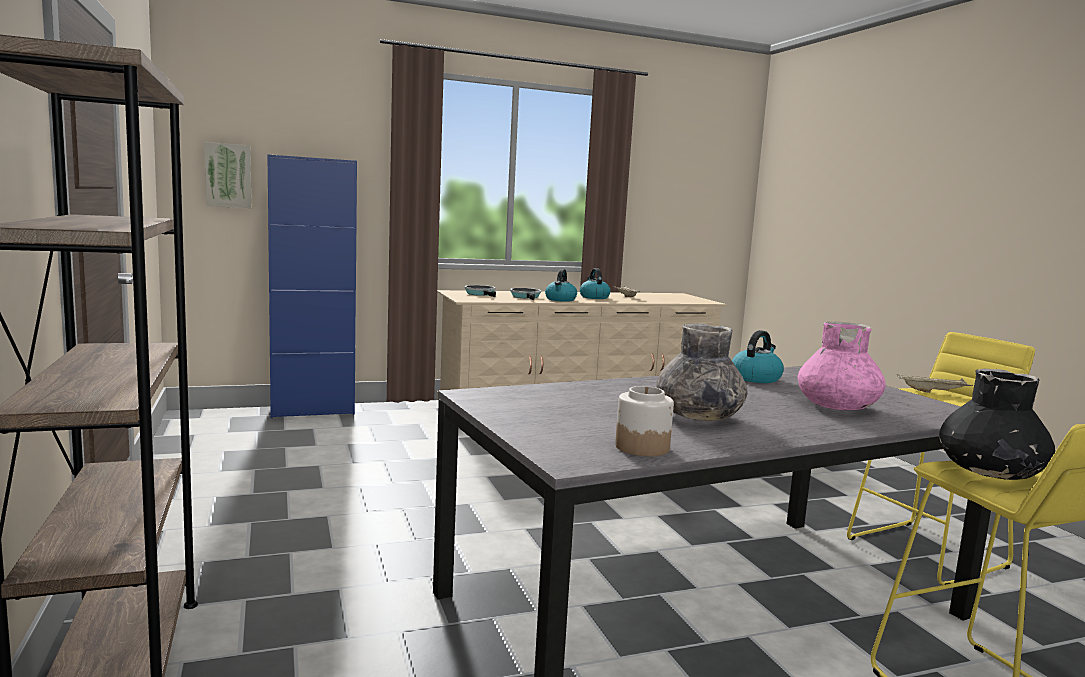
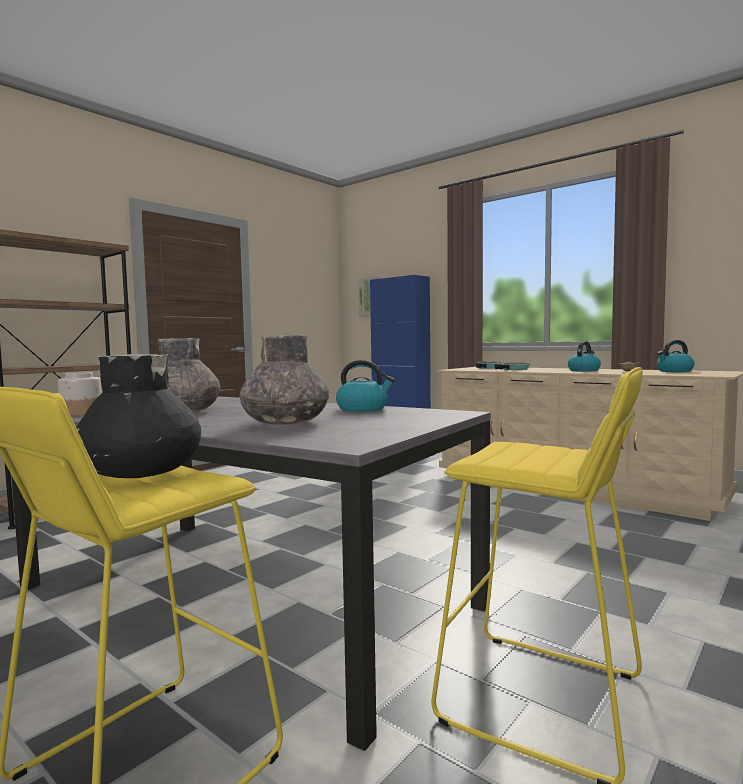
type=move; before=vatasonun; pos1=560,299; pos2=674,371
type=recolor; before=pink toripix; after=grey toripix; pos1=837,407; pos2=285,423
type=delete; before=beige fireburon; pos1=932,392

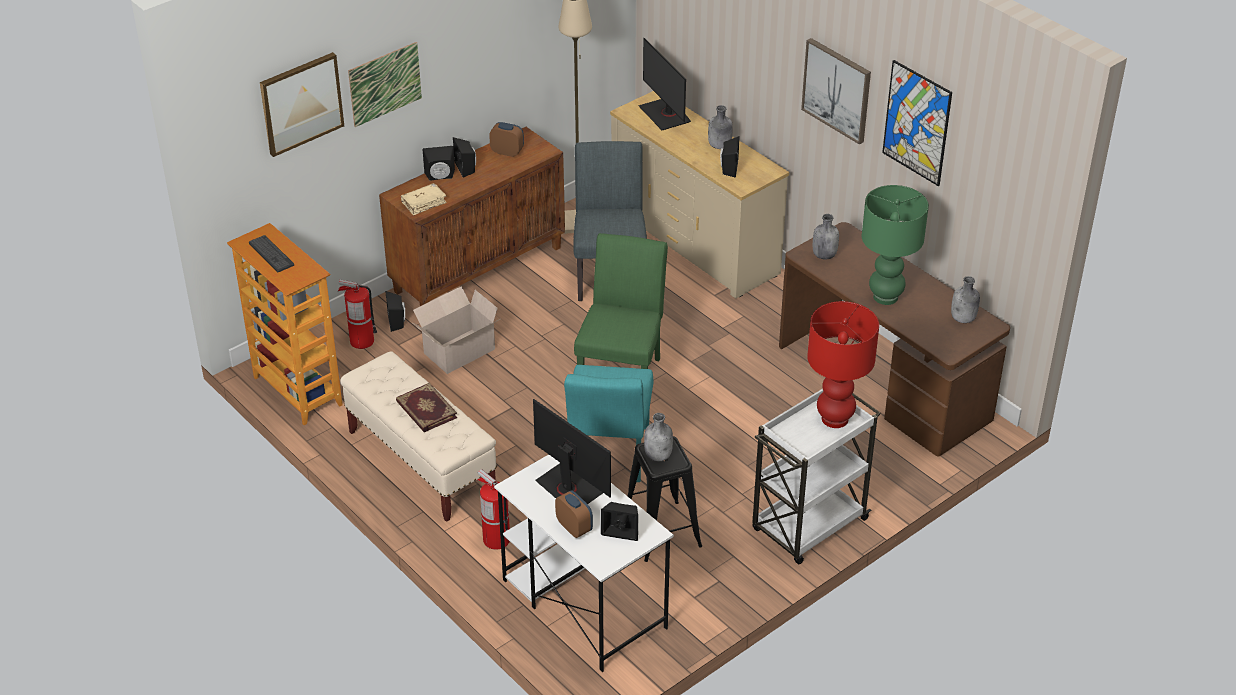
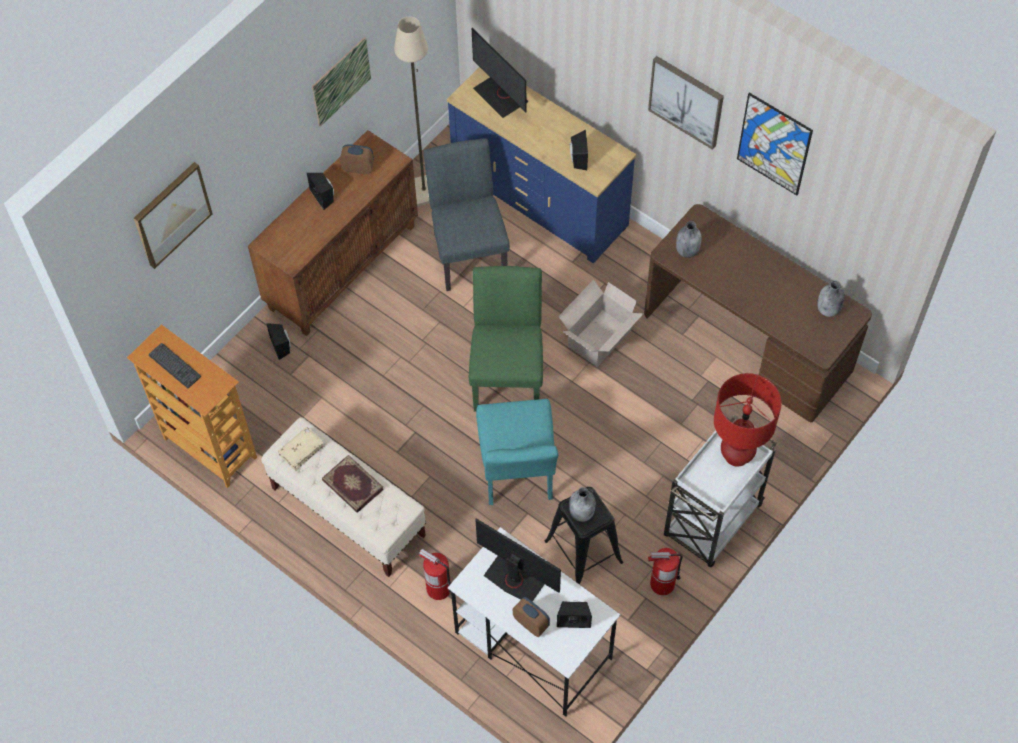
type=move; before=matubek; pos1=361,341; pos2=662,584
type=move; before=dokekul; pos1=385,84; pos2=341,81
type=move; before=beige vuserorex; pos1=423,203; pos2=301,451
type=move; before=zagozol; pos1=457,352; pos2=598,339
type=delete; before=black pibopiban; pos1=440,177
type=recolor; before=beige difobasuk; after=blue difobasuk; pos1=695,242; pos2=540,198
type=delete; before=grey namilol; pos1=719,146
type=delete; before=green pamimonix; pos1=885,297

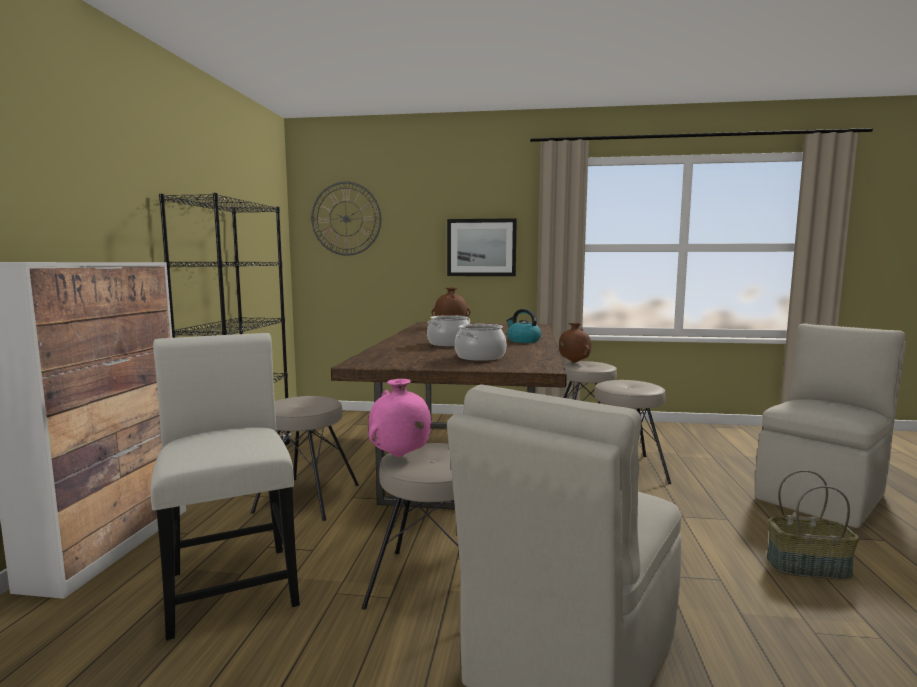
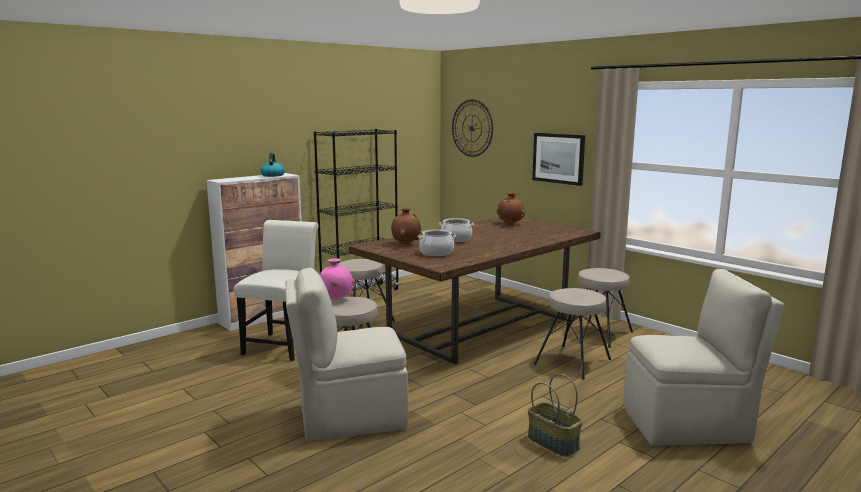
type=move; before=vatasonun; pos1=523,341; pos2=272,175
type=move; before=brown toripix; pos1=574,362; pos2=406,244

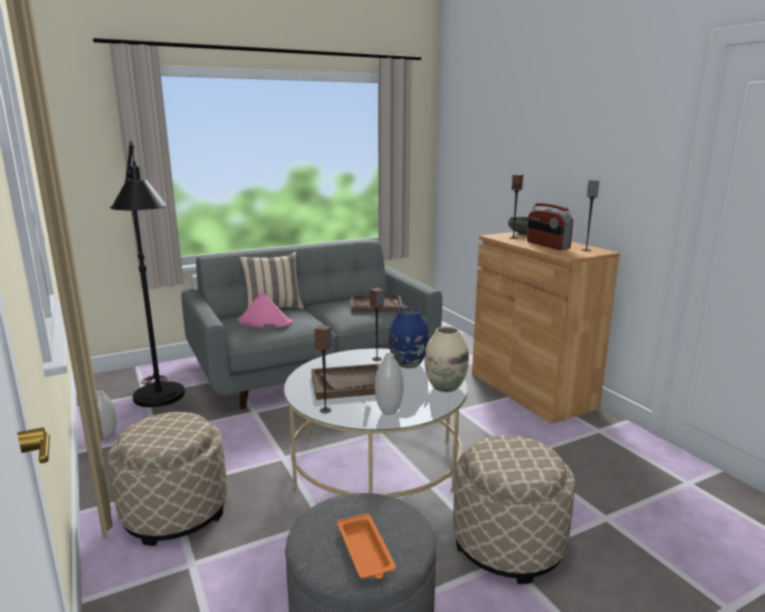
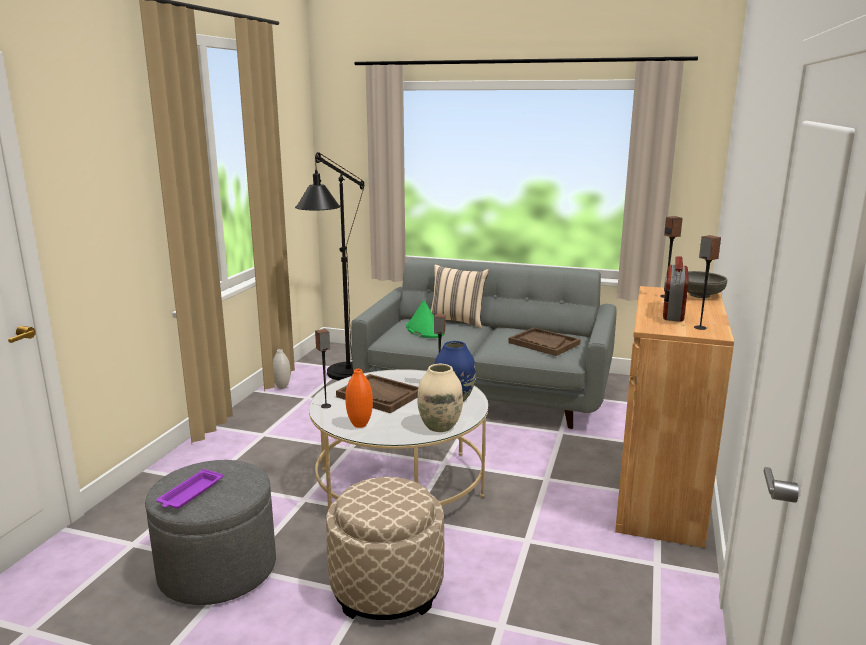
type=delete; before=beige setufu; pos1=175,512
type=recolor; before=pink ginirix; after=green ginirix; pos1=264,322; pos2=424,330
type=recolor; before=orange fireburon; after=purple fireburon; pos1=365,551; pos2=190,493
type=recolor; before=white toripix; after=orange toripix; pos1=389,412; pos2=360,425

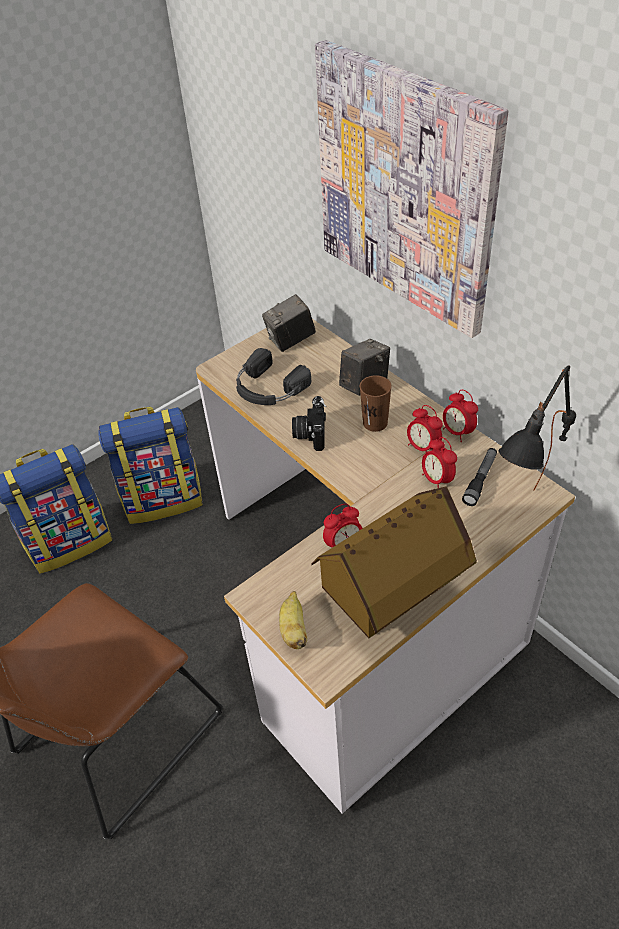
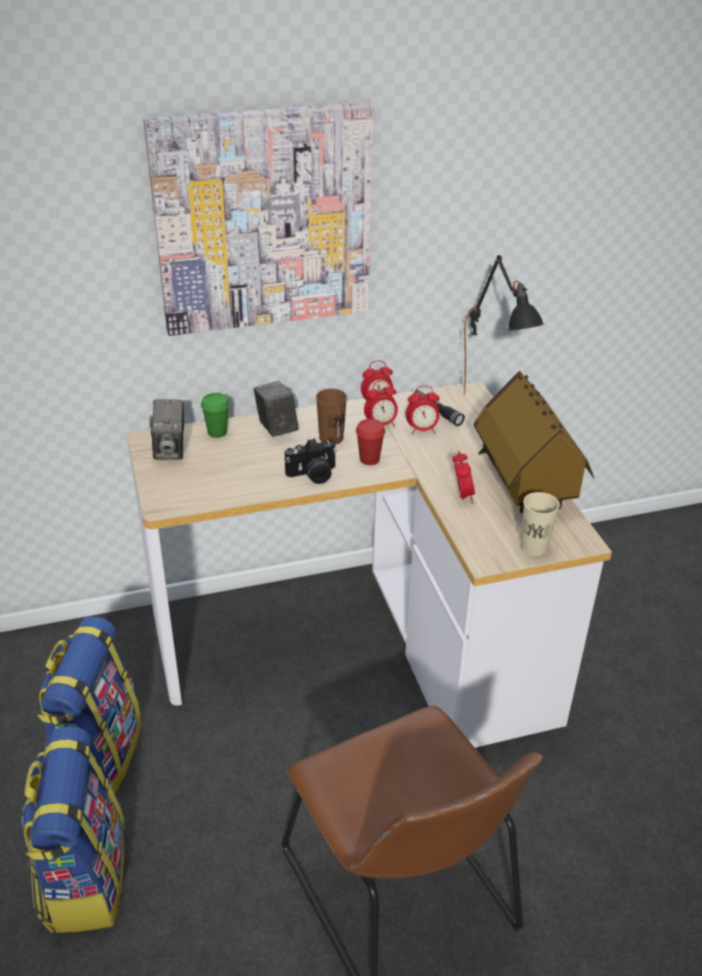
type=delete; before=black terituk; pos1=268,388
type=replace; before=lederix; after=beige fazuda; pos1=294,629; pos2=534,547
type=rotate; before=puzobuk; pos1=310,433; pos2=313,475; turn=-45
type=insert; after=green fazuda; pos2=217,432
type=insert; after=red fazuda; pos2=369,459

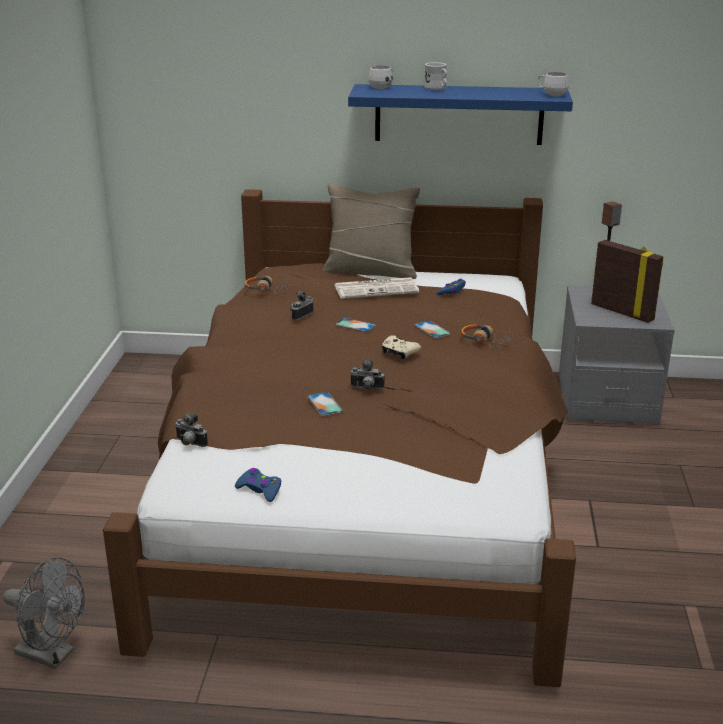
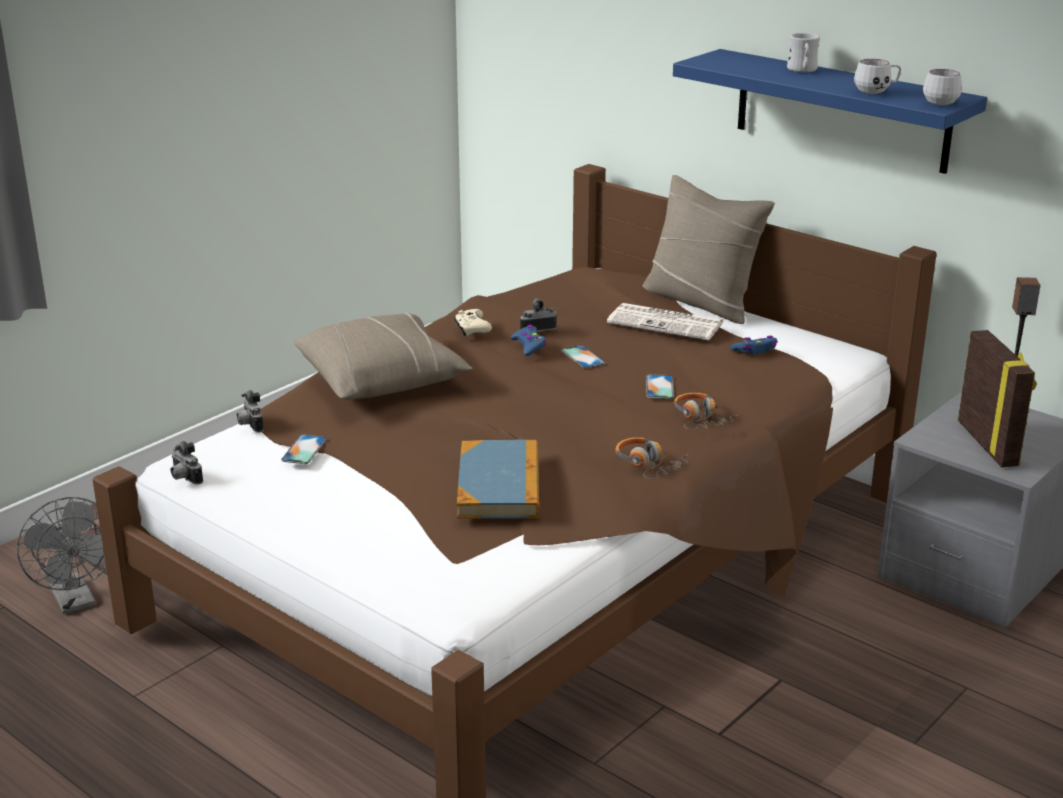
type=move; before=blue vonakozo; pos1=260,490; pos2=529,346
type=move; before=terituk; pos1=267,290; pos2=648,465
type=move; before=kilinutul; pos1=324,404; pos2=304,450
type=move; before=puzobuk; pos1=366,388; pos2=184,478
type=move; before=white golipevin; pos1=383,87; pos2=877,91
type=move; before=beige vonakozo; pos1=399,353; pos2=472,329
type=insert; after=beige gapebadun; pos2=382,380
type=insert; after=vuserorex; pos2=499,485

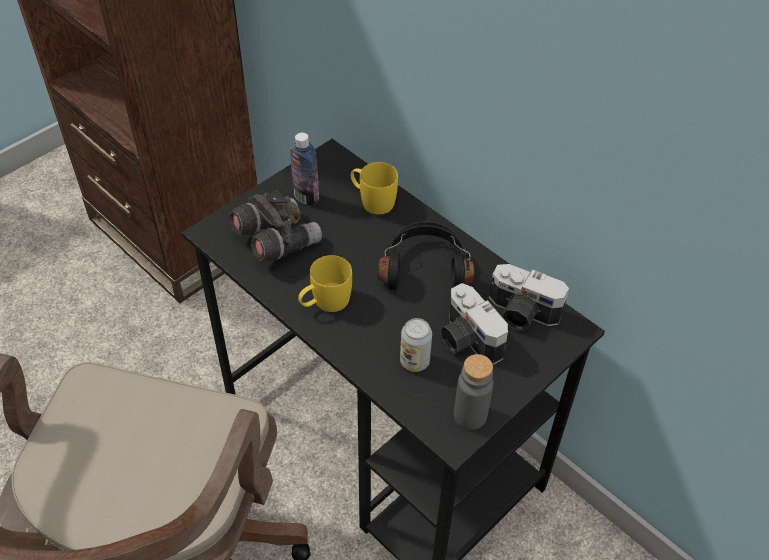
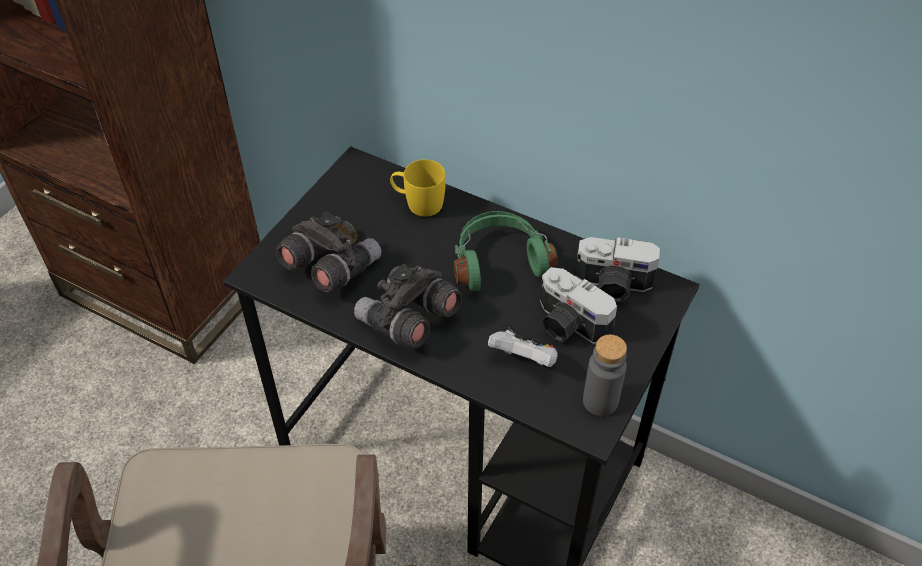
type=delete; before=namilol; pos1=306,197
type=replace; before=yellow golipevin; after=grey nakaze; pos1=325,302; pos2=408,321
type=recolor; before=black terituk; after=green terituk; pos1=425,267; pos2=498,260
type=replace; before=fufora; after=white vonakozo; pos1=414,361; pos2=524,360

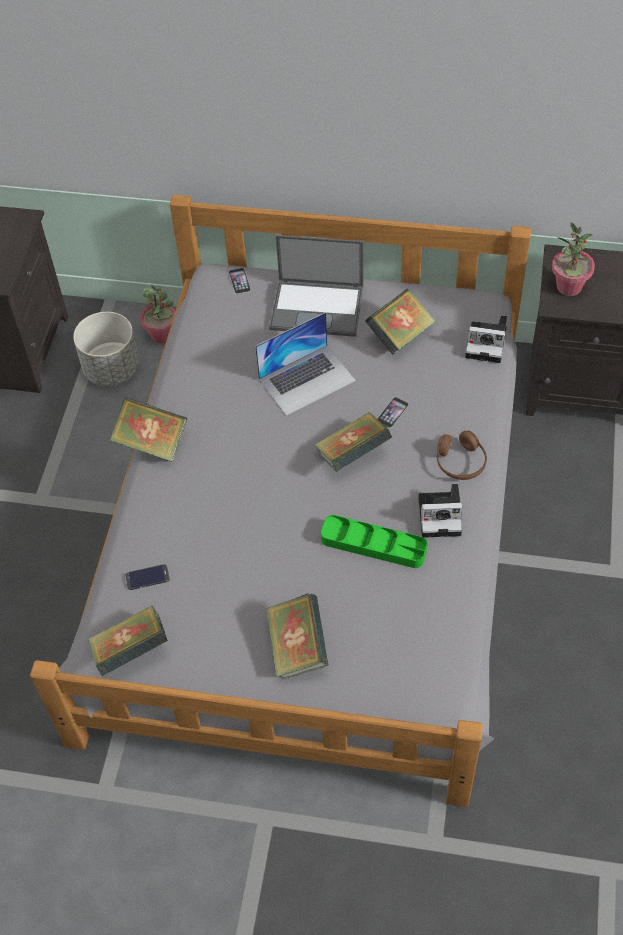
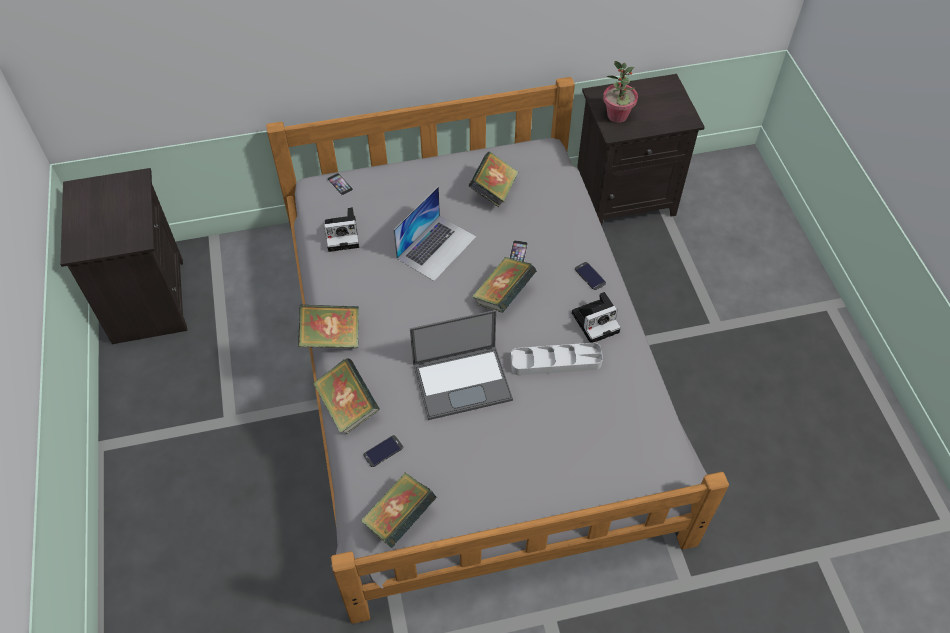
type=delete; before=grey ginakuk; pos1=112,369
type=delete; before=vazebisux; pos1=162,335
type=move; before=vuserorex; pos1=297,648; pos2=348,406
type=move; before=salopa; pos1=318,307; pos2=463,381
type=recolor; before=green fireburon; after=grey fireburon; pos1=373,545; pos2=556,362
type=replace; before=brown terituk; after=kilinutul; pos1=460,462; pos2=590,276
type=move; before=puzobuk; pos1=488,343; pos2=343,234

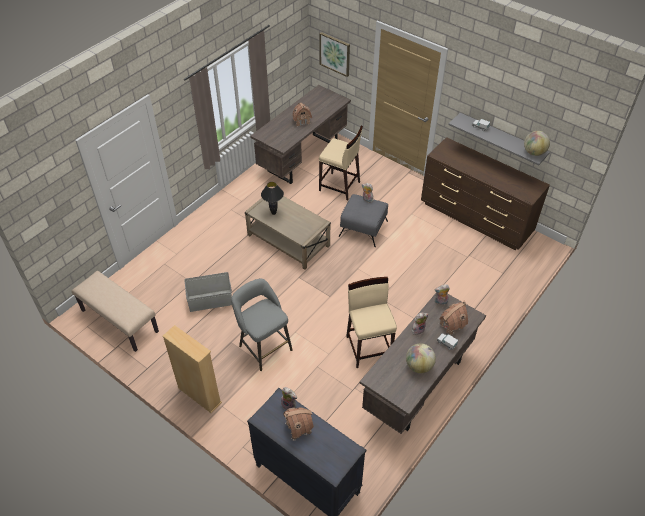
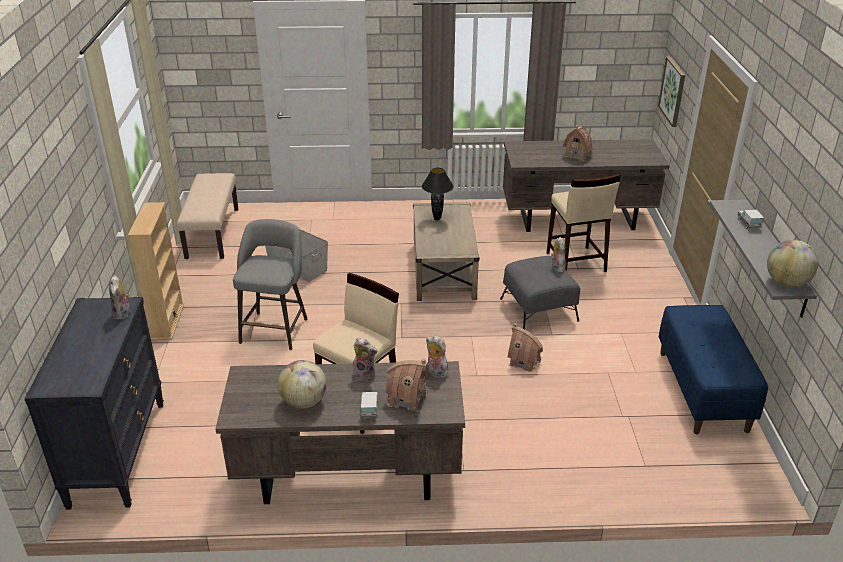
type=move; before=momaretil; pos1=298,427; pos2=524,362
type=replace; before=brown difobasuk; after=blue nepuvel; pos1=476,218; pos2=703,391

